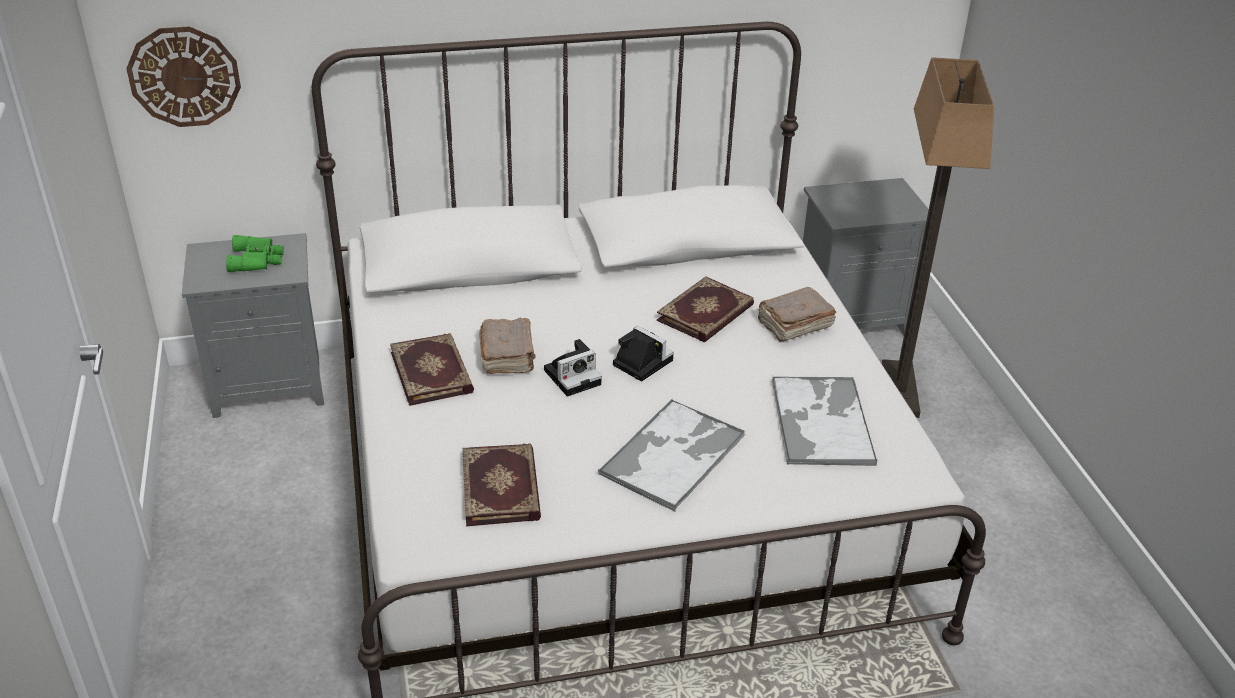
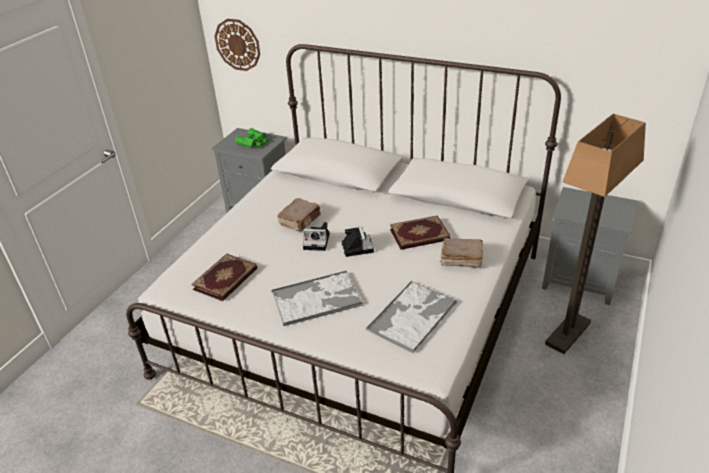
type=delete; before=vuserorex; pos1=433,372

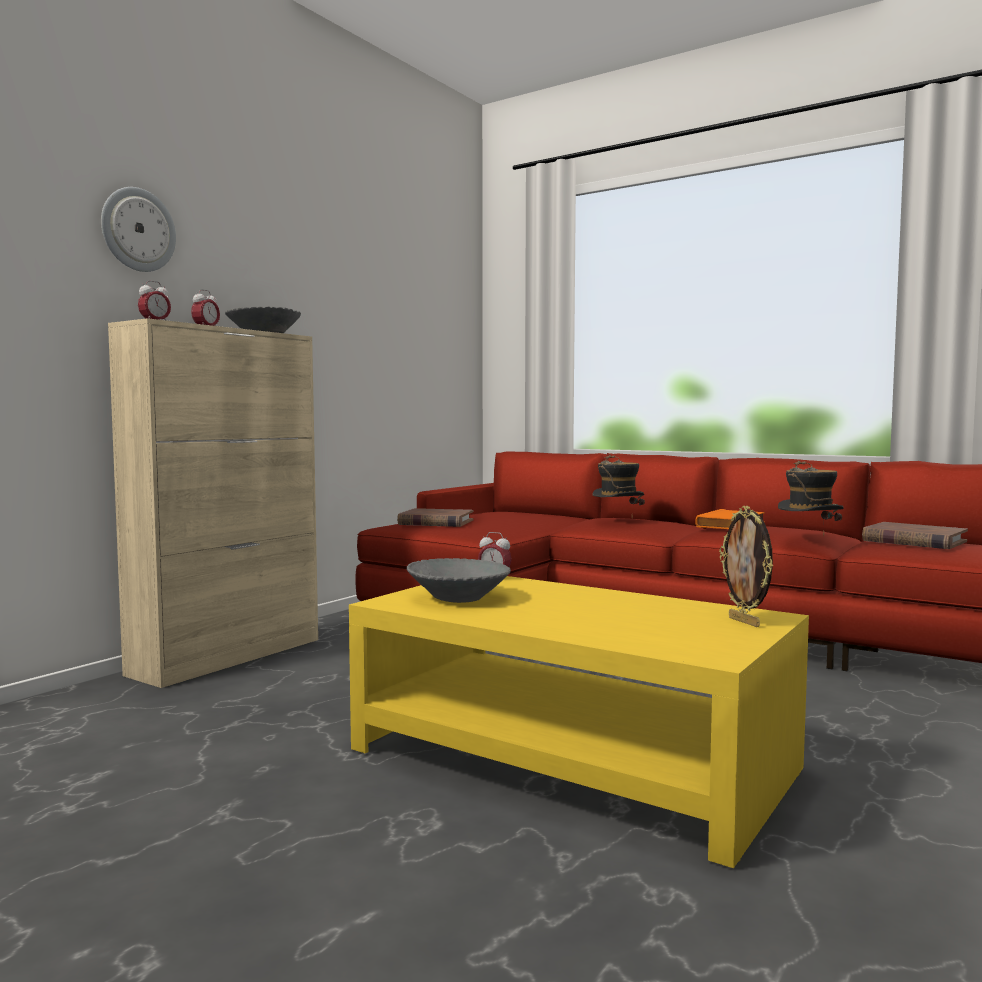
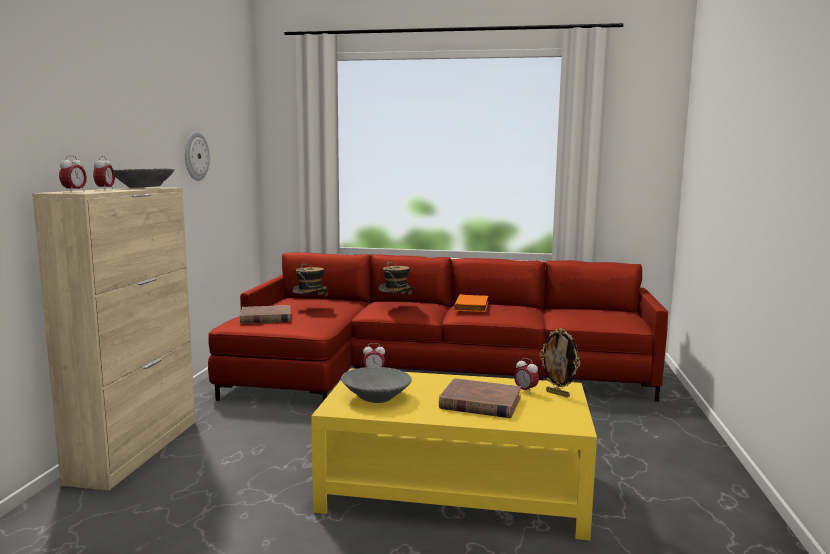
type=move; before=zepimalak; pos1=138,230; pos2=195,156
type=move; before=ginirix; pos1=809,540; pos2=310,308
type=move; before=brown vuserorex; pos1=913,541; pos2=480,403
type=insert; after=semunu; pos2=525,391

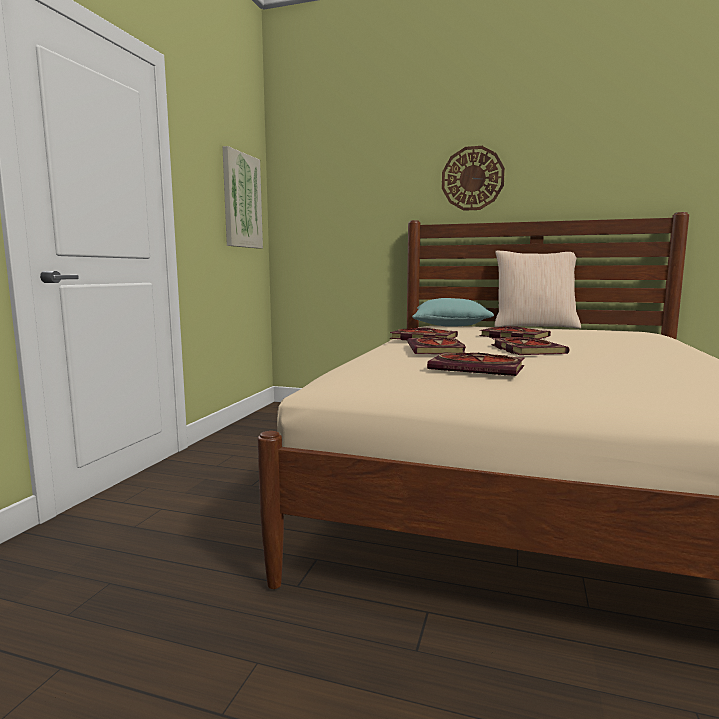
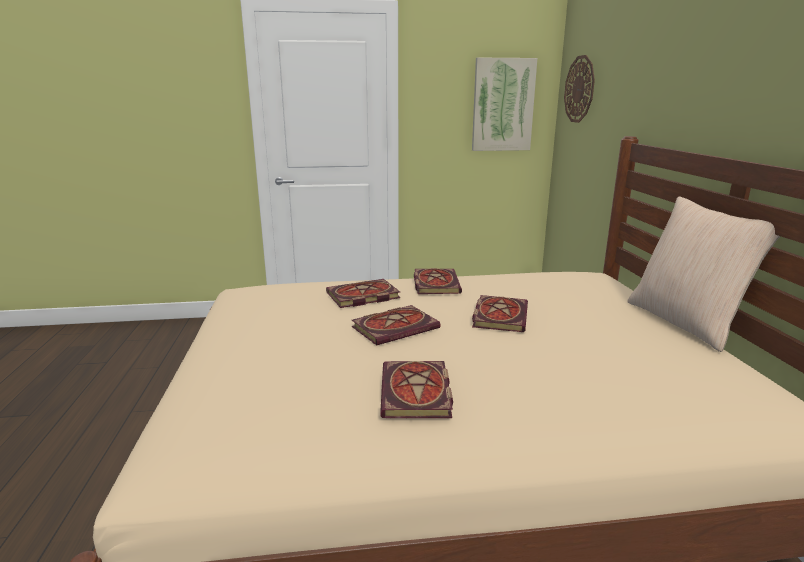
type=delete; before=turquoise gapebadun; pos1=451,325
type=move; before=vuserorex; pos1=479,368; pos2=417,394
type=move; before=zepimalak; pos1=472,178; pos2=579,89

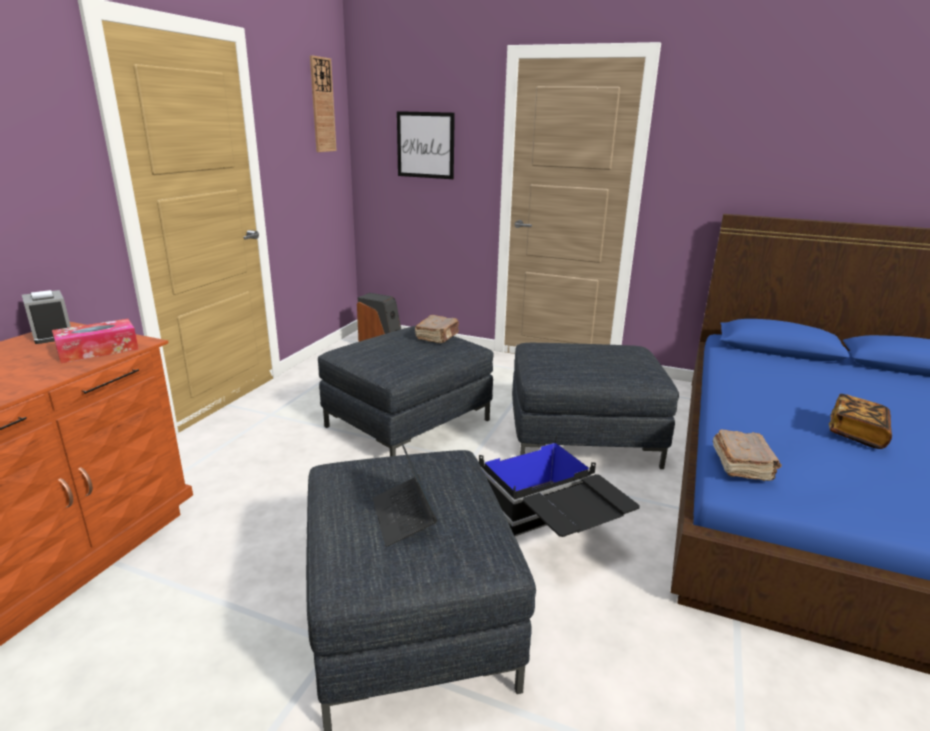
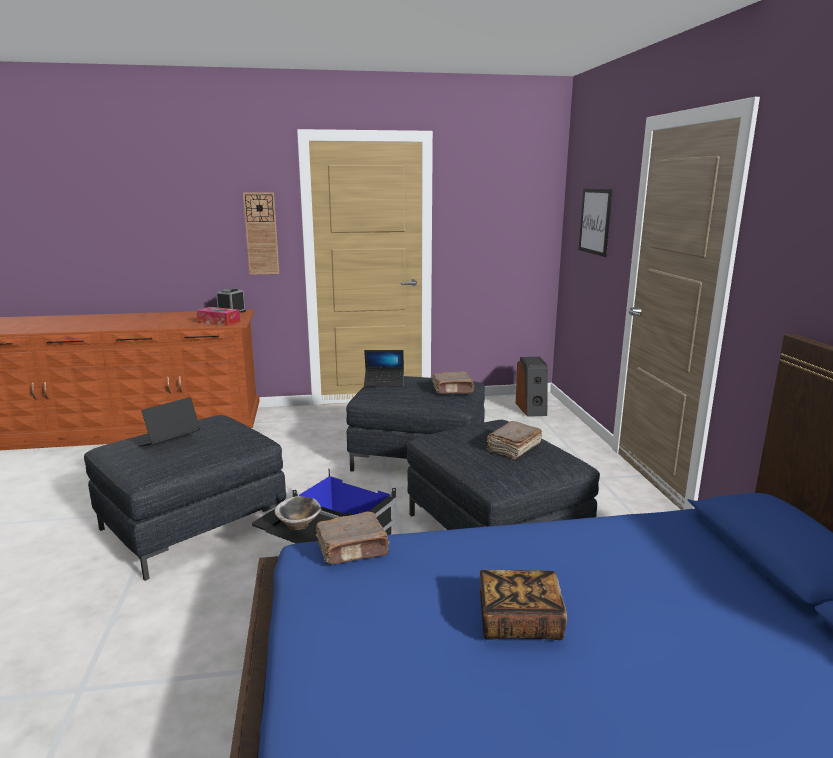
type=move; before=zepimalak; pos1=322,105; pos2=261,234
type=insert; after=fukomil; pos2=299,525
type=insert; after=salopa; pos2=384,382
type=insert; after=brown vuserorex; pos2=513,448

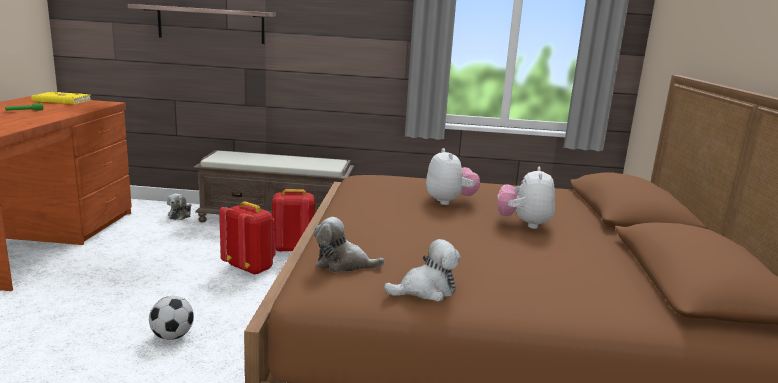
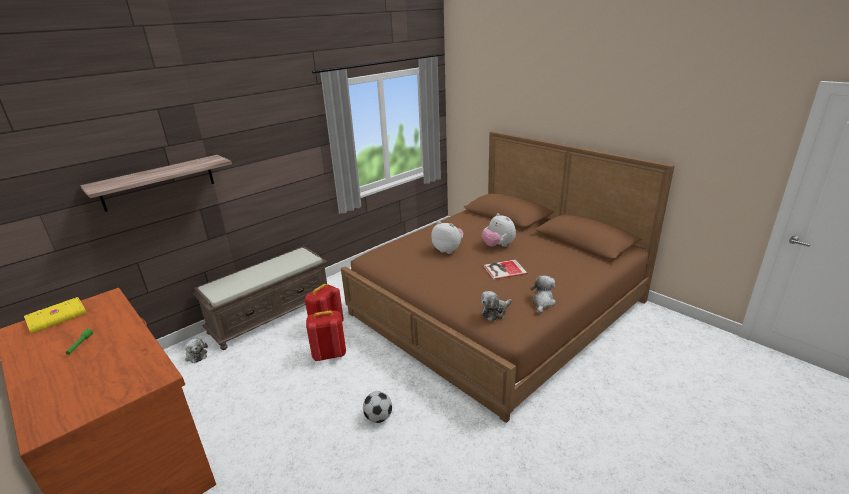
type=insert; after=vuserorex; pos2=503,269

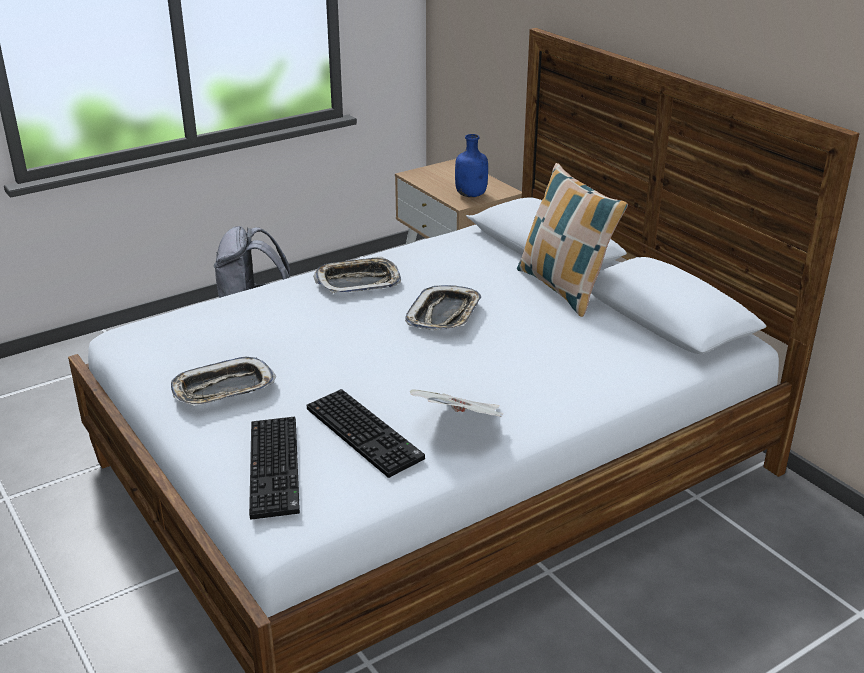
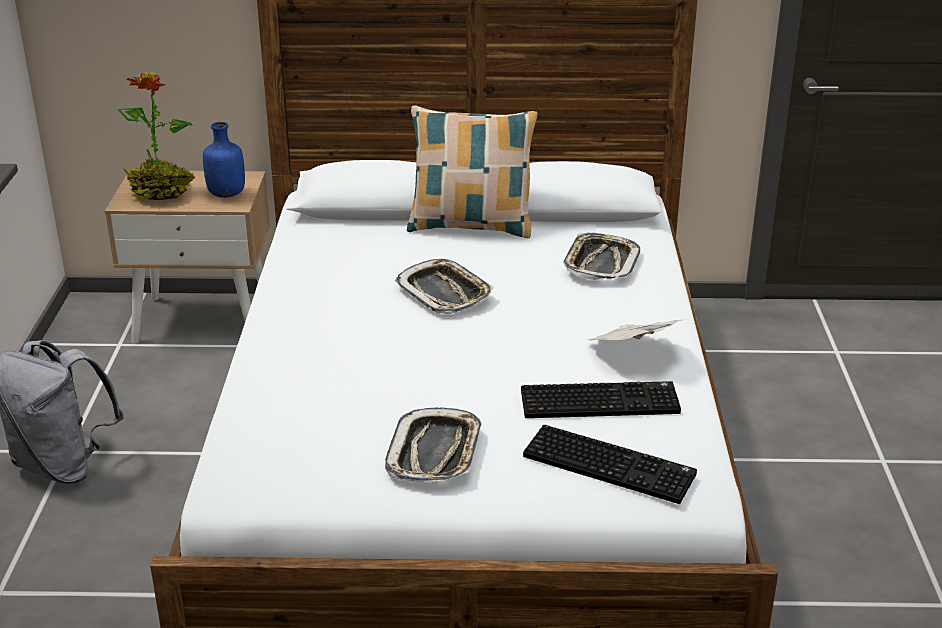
type=move; before=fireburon; pos1=358,281; pos2=601,263
type=insert; after=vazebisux; pos2=161,193

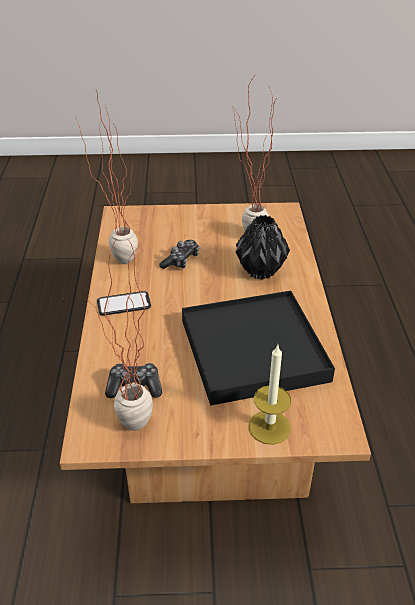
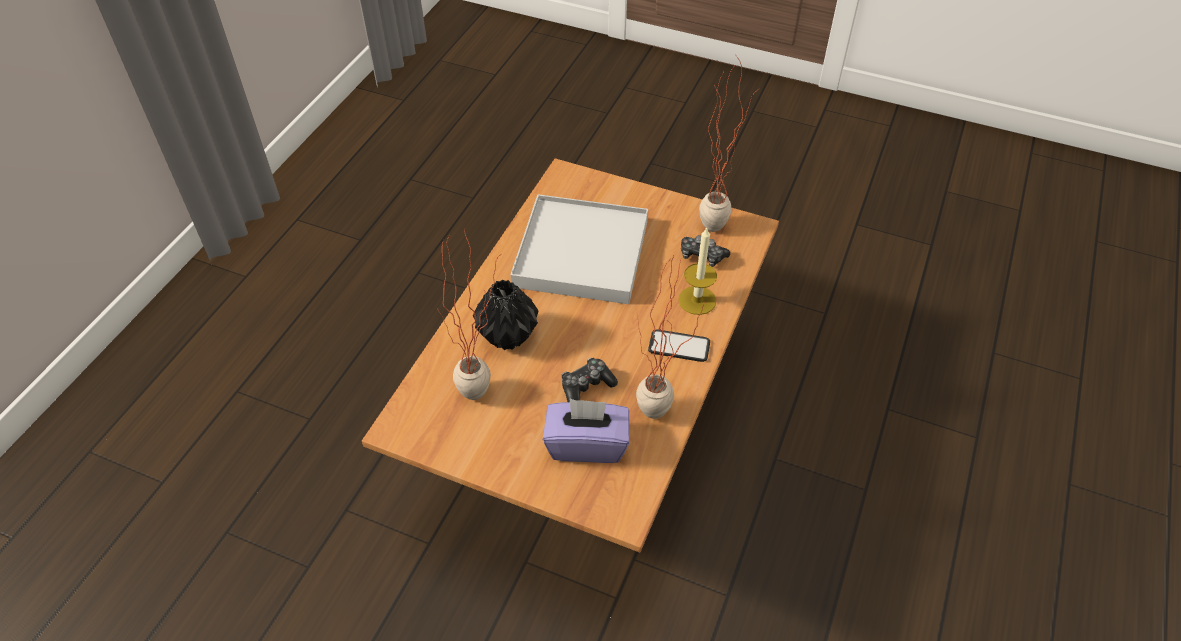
type=recolor; before=black fireburon; after=white fireburon; pos1=253,350; pos2=582,253
type=move; before=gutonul; pos1=269,427; pos2=697,300
type=insert; after=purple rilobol; pos2=587,444

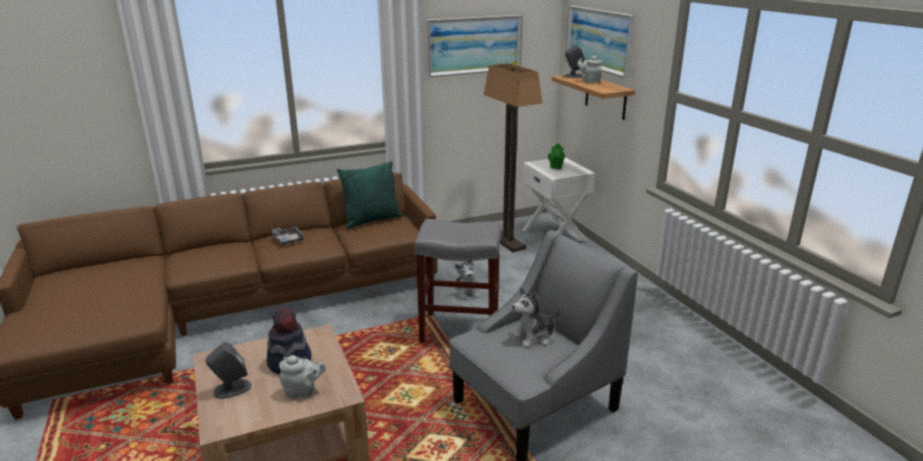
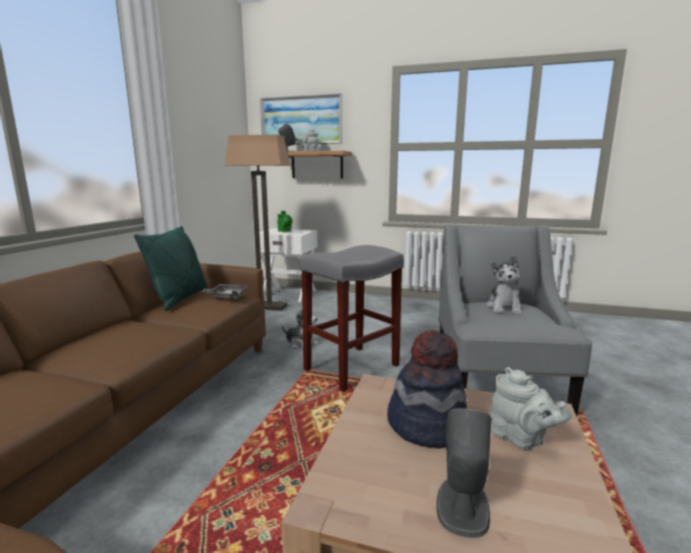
type=move; before=grey fireburon; pos1=288,240; pos2=226,296
type=rotate; before=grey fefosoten; pos1=302,391; pos2=520,438; turn=105
type=delete; before=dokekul; pos1=474,45

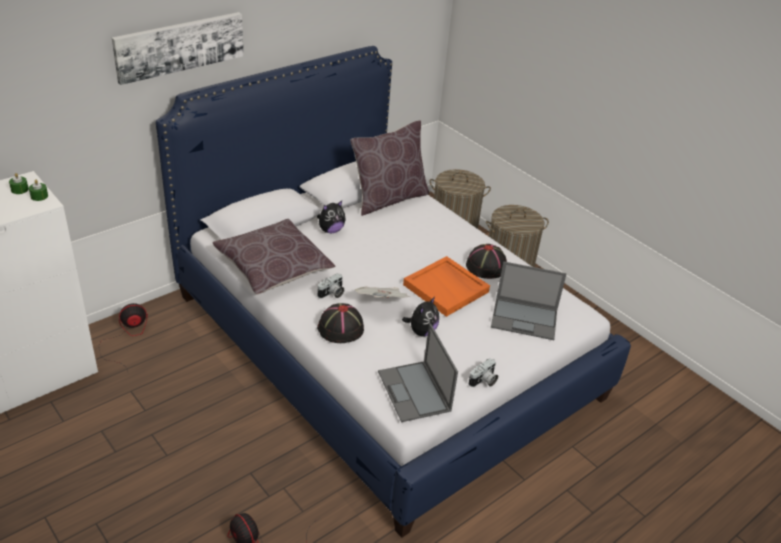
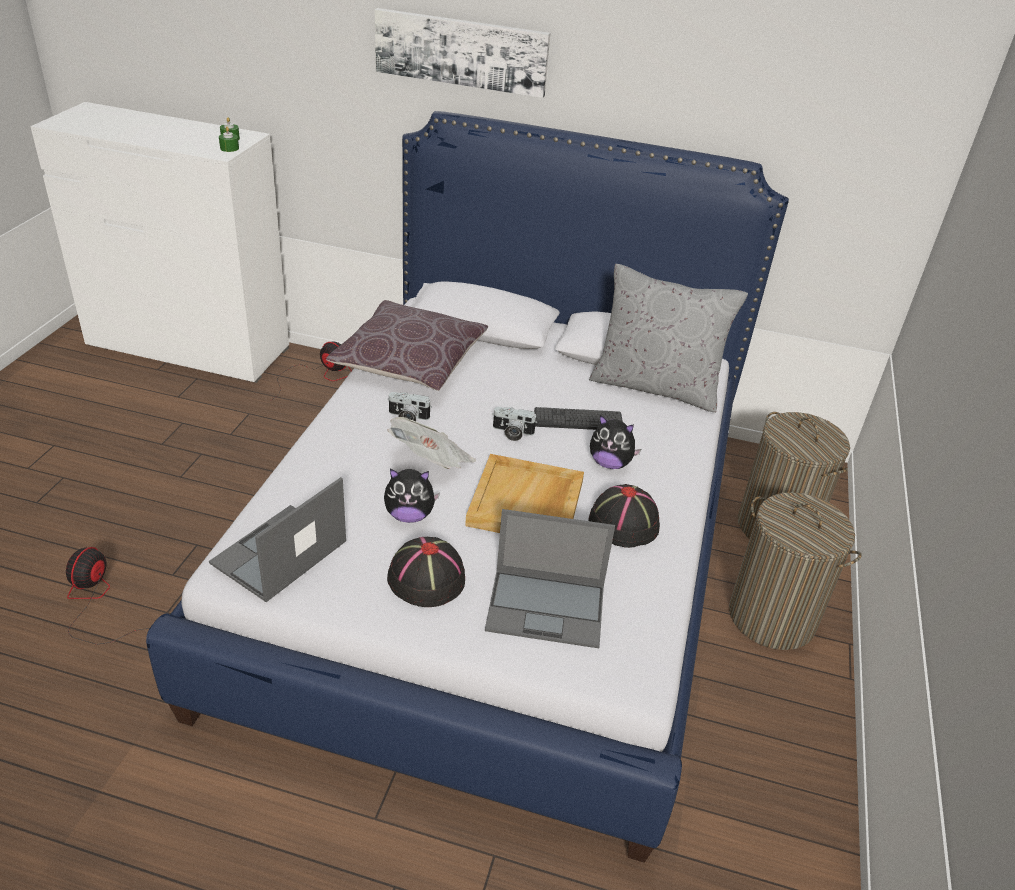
type=move; before=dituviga; pos1=330,230; pos2=610,463
type=move; before=black ginirix; pos1=340,328; pos2=426,578
type=recolor; before=brown gapebadun; after=grey gapebadun; pos1=388,199; pos2=655,386
type=recolor; before=orange fireburon; after=beige fireburon; pos1=446,288; pos2=526,504
type=move; before=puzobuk; pos1=484,381; pos2=512,433
type=rotate; before=salopa; pos1=525,319; pos2=547,607; turn=-60
type=insert; after=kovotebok; pos2=578,420

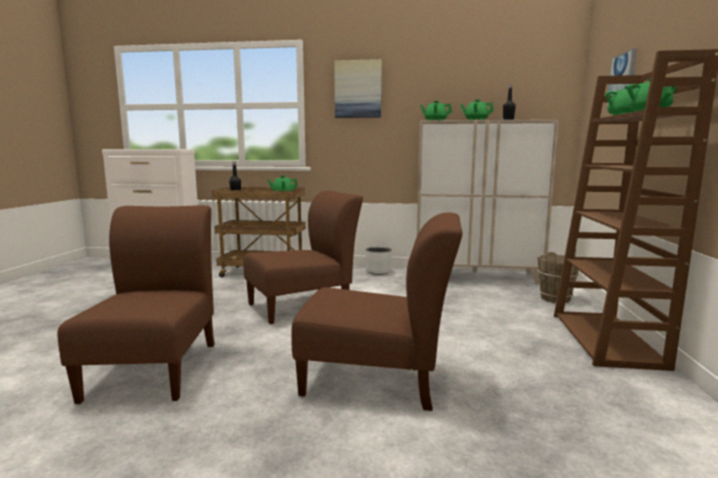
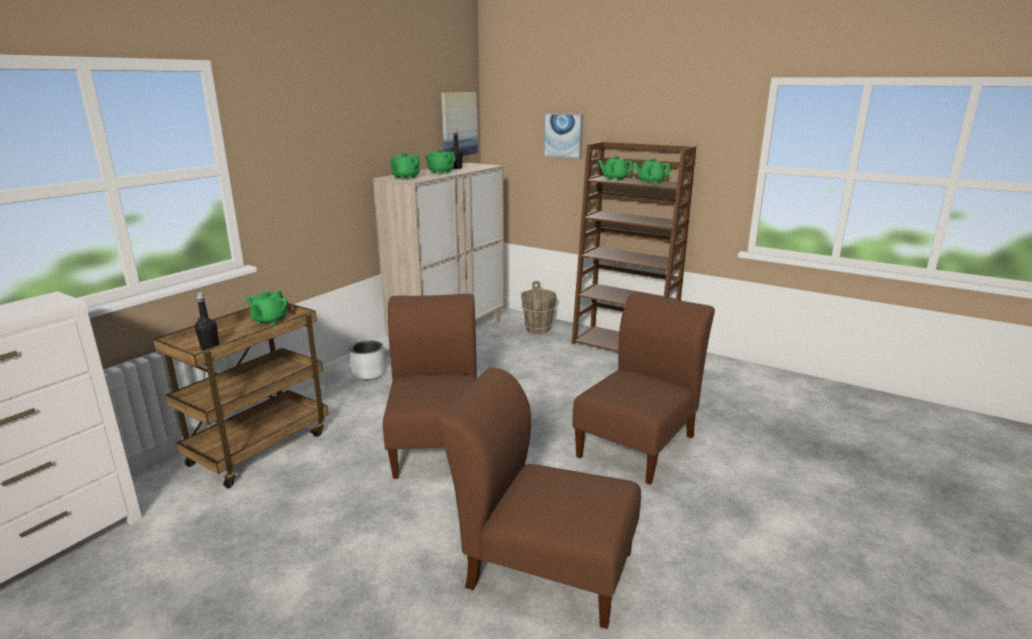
type=move; before=dokekul; pos1=358,89; pos2=458,124

